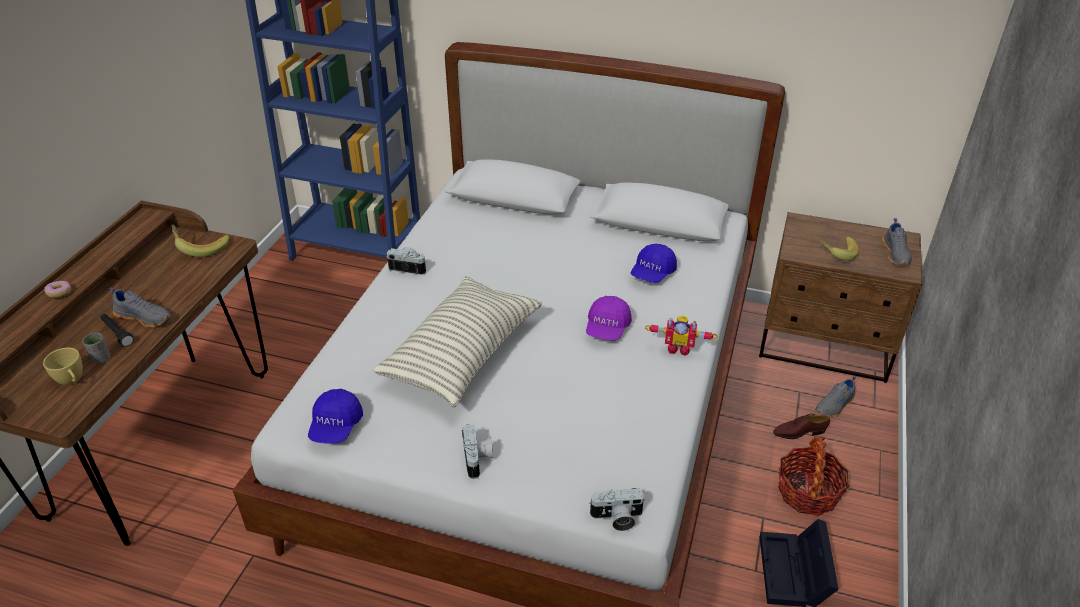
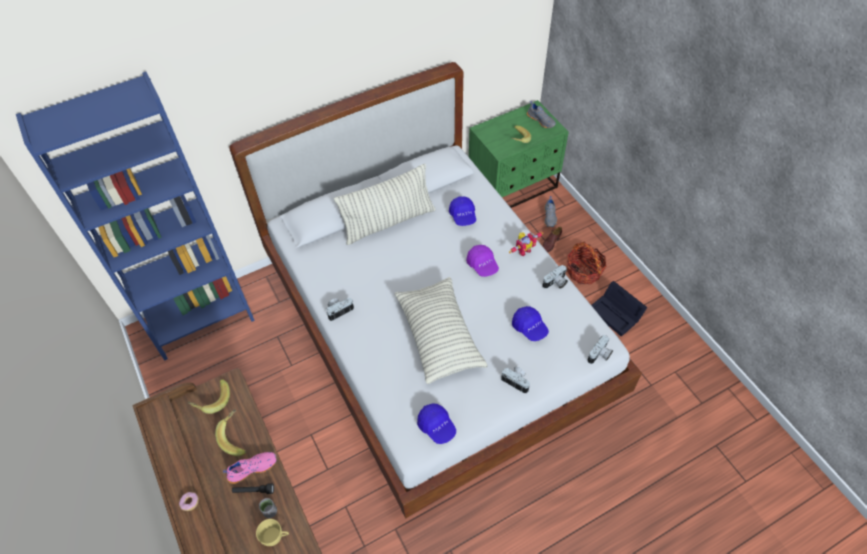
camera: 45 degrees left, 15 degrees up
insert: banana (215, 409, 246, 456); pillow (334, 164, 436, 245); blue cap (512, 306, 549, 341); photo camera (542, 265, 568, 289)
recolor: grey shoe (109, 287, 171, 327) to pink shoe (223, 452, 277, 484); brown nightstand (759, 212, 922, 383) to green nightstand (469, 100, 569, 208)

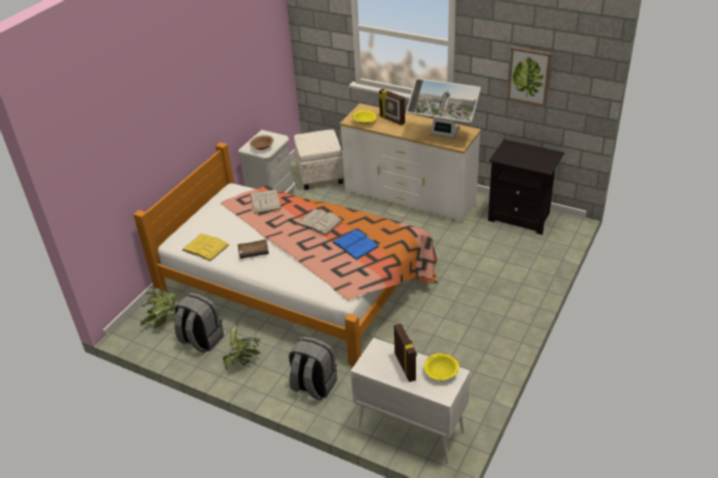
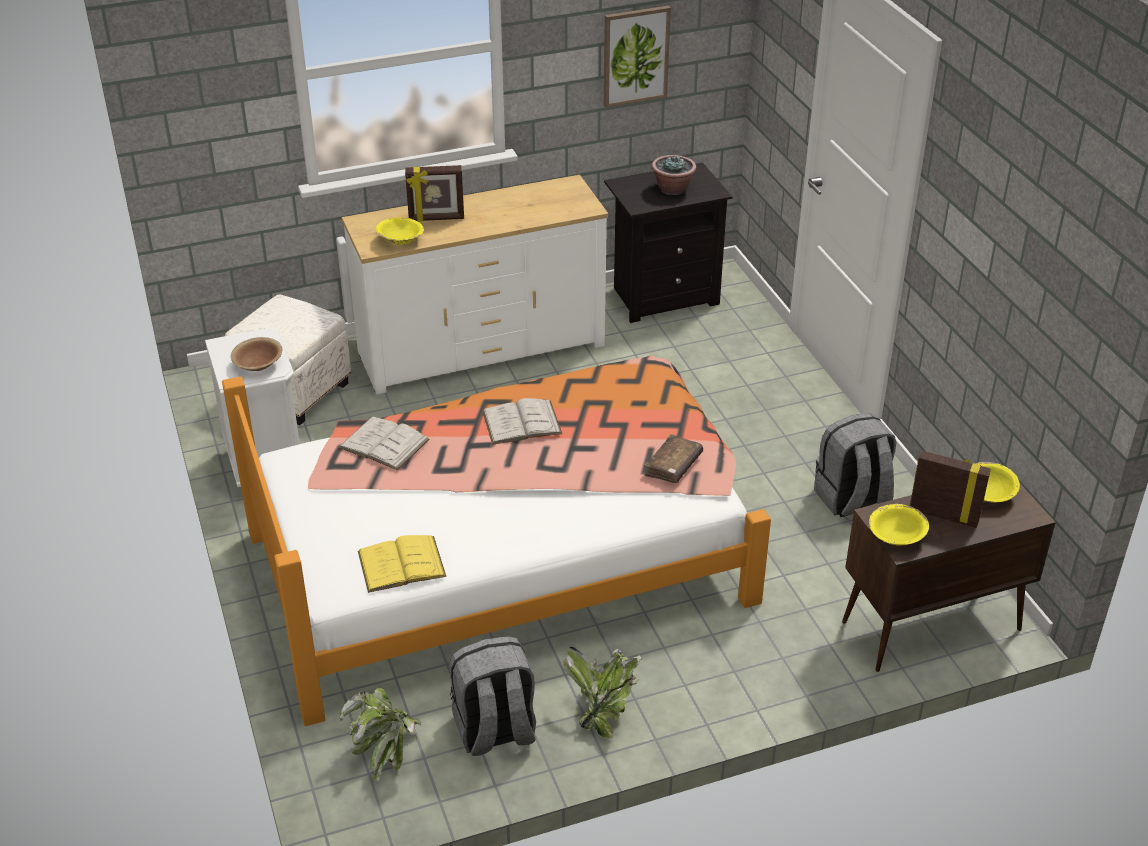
camera: 50 degrees left, 0 degrees up
delete: blue book (332, 229, 379, 260); monitor (406, 78, 481, 139)
insert: potted plant (652, 155, 696, 195); yellow bowl (869, 504, 929, 546)
move: brown book (237, 239, 269, 259) to (644, 434, 703, 483); grey backpack (289, 336, 337, 400) to (814, 413, 896, 517)
recolor: white cabinet (351, 338, 470, 464) to brown cabinet (842, 482, 1056, 672)

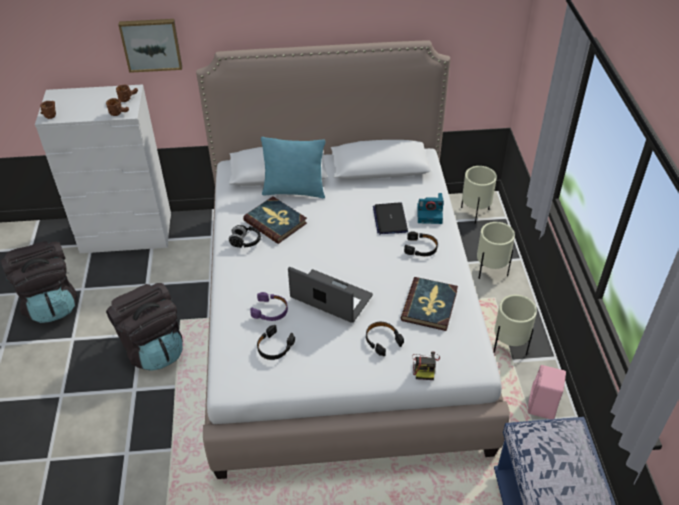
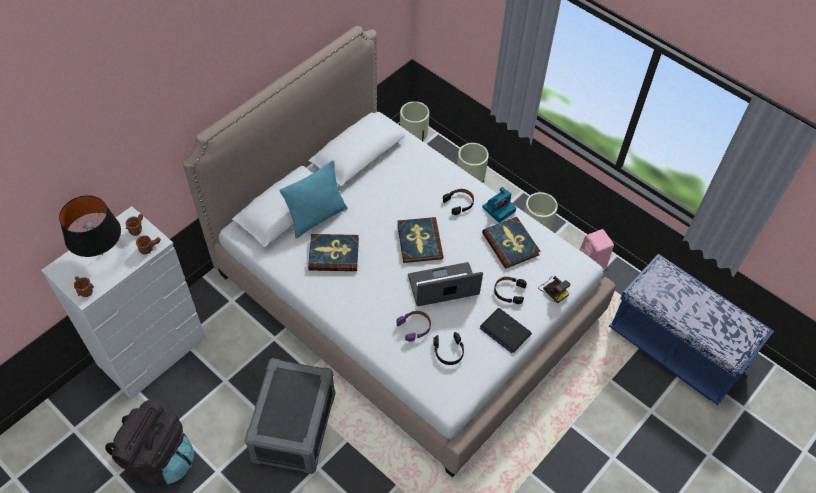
camera: 45 degrees left, 10 degrees up
delete: picture (118, 19, 182, 73); black headphones (229, 225, 261, 248)
insert: black table lamp (59, 195, 121, 257); book (397, 217, 443, 263)
move: laptop (373, 202, 408, 234) to (480, 308, 532, 353); photo camera (417, 193, 444, 224) to (482, 187, 516, 223)
replace: black backpack (106, 283, 183, 371) to grey storage box (244, 358, 335, 474)

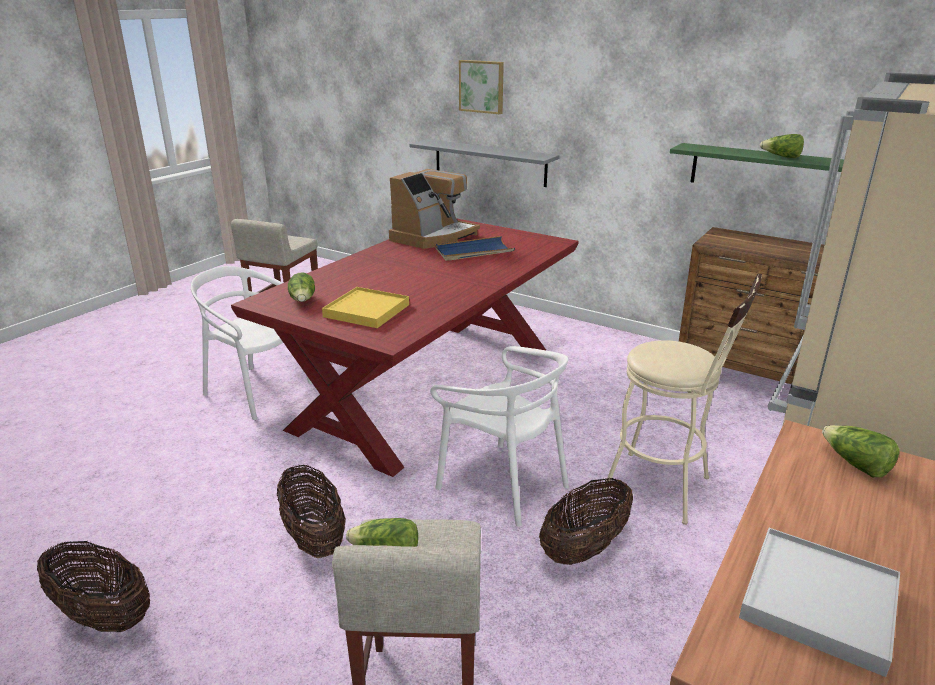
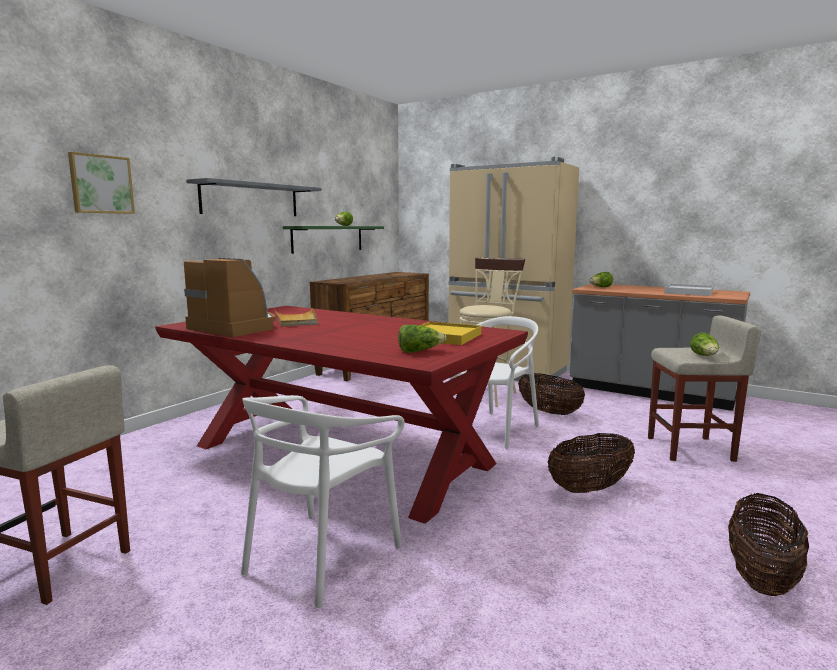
camera: 90 degrees left, 15 degrees down
move: grey shelf (410, 139, 560, 187) to (186, 178, 322, 216)
recolor: blue tray (435, 236, 515, 261) to beige tray (274, 308, 318, 327)

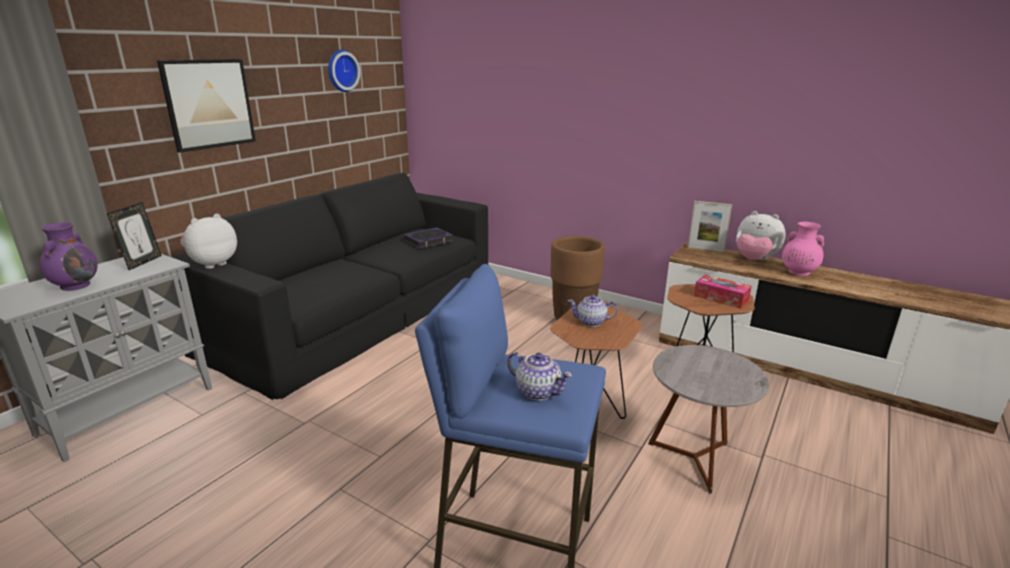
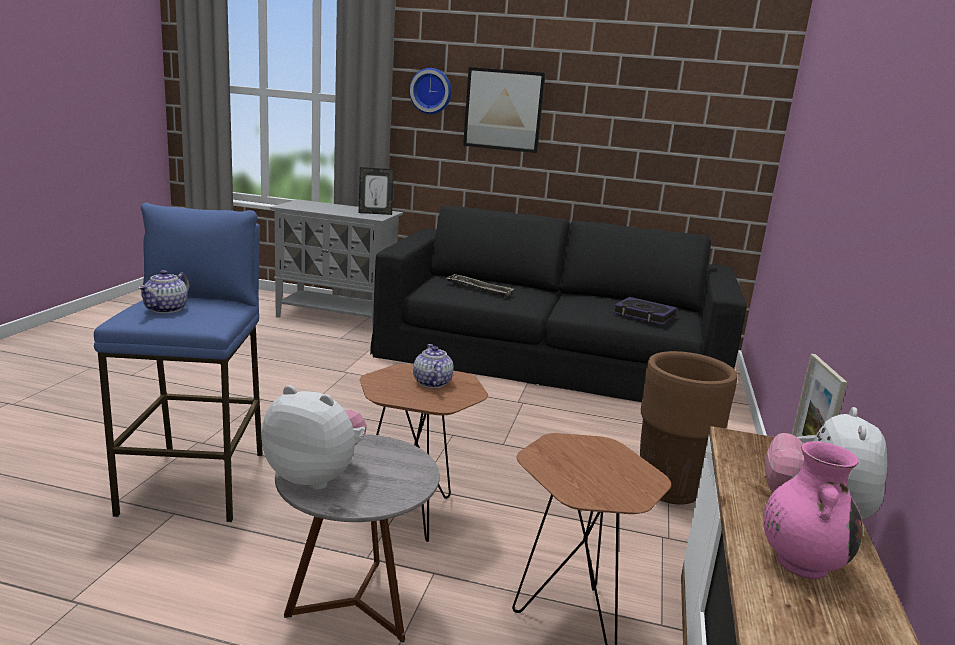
camera: 70 degrees right, 5 degrees down
delete: purple vase (40, 222, 98, 291); tissue box (694, 275, 752, 309)
insert: tray (447, 274, 514, 298)
move: plush toy (180, 214, 237, 269) to (262, 385, 367, 490); wall clock (328, 50, 360, 92) to (409, 68, 452, 114)

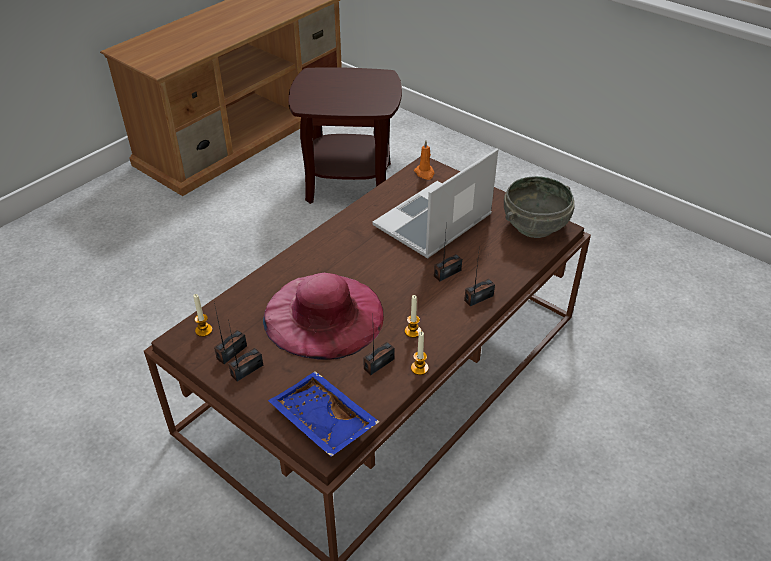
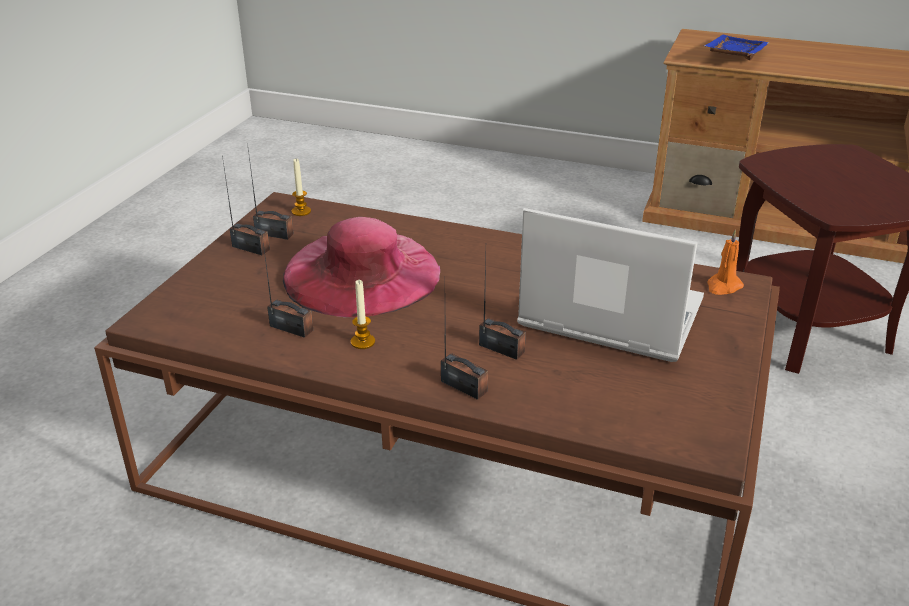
camera: 70 degrees right, 10 degrees down
delete: candle (411, 331, 429, 375); grey bowl (504, 176, 575, 238)
move: blue tray (268, 371, 380, 457) to (704, 35, 770, 60)

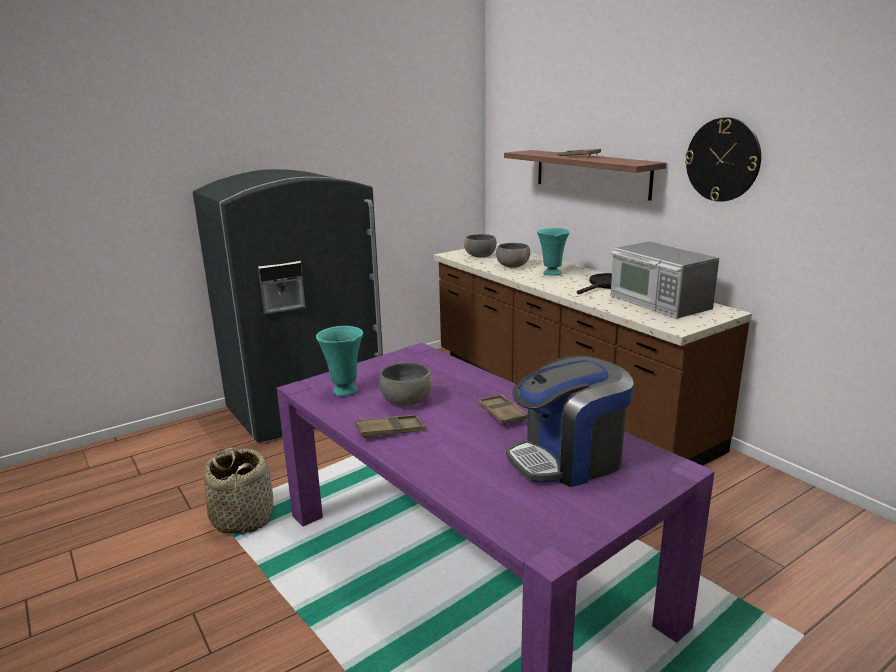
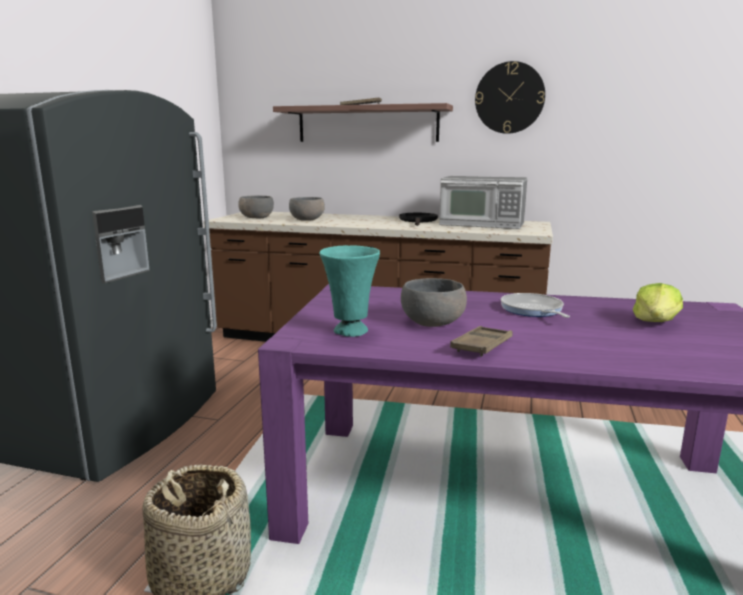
camera: 40 degrees left, 5 degrees down
delete: turquoise vase (537, 228, 570, 276)
replace: brown tray (478, 394, 528, 425) to frying pan (501, 293, 570, 318); coffee machine (506, 355, 634, 487) to lettuce (633, 283, 683, 322)

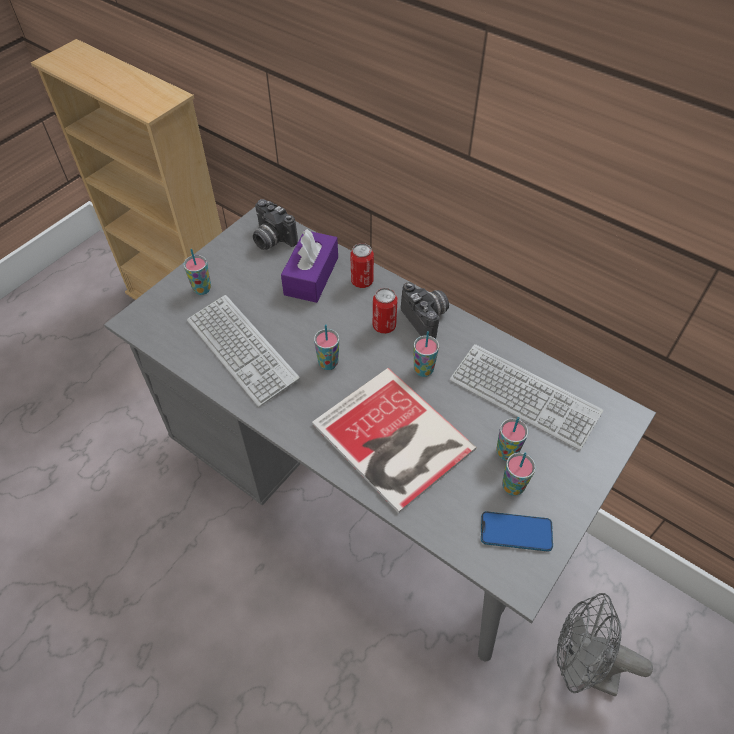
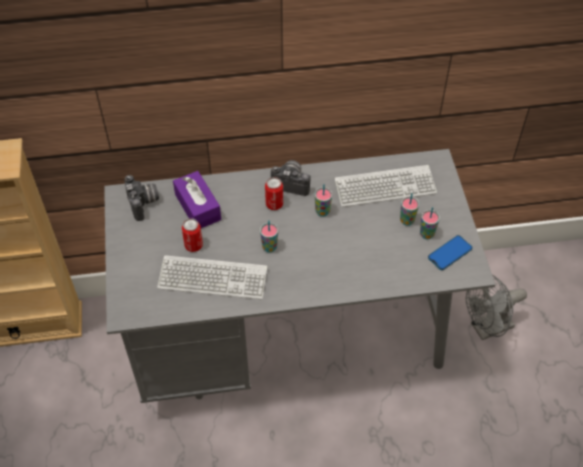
camera: 45 degrees left, 0 degrees up
delete: cup (183, 249, 211, 295); book (312, 368, 477, 513)
move: can (350, 243, 374, 288) to (182, 218, 203, 252)
rotate: photo camera (253, 199, 298, 250) = (124, 175, 159, 221) 105 degrees counterclockwise

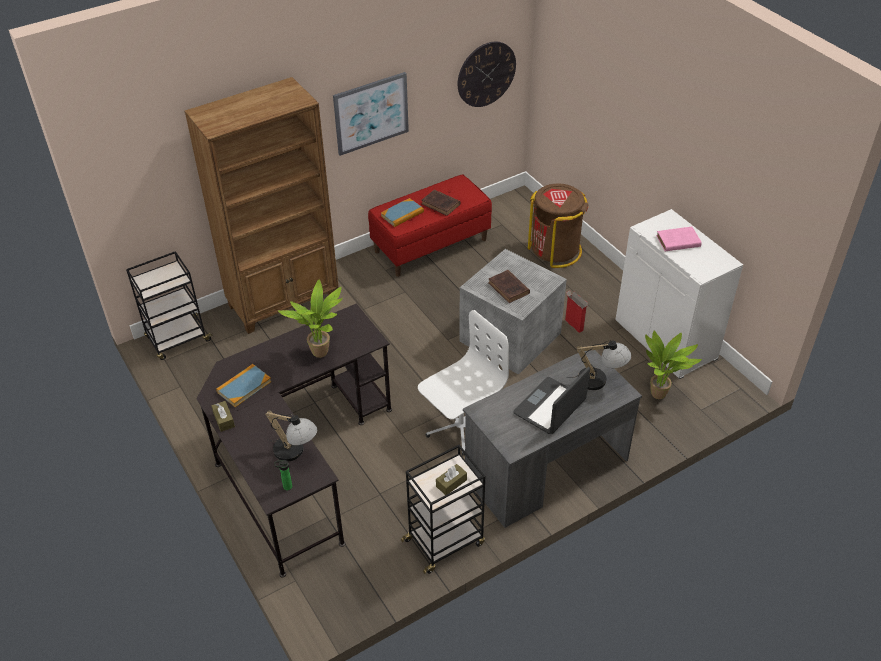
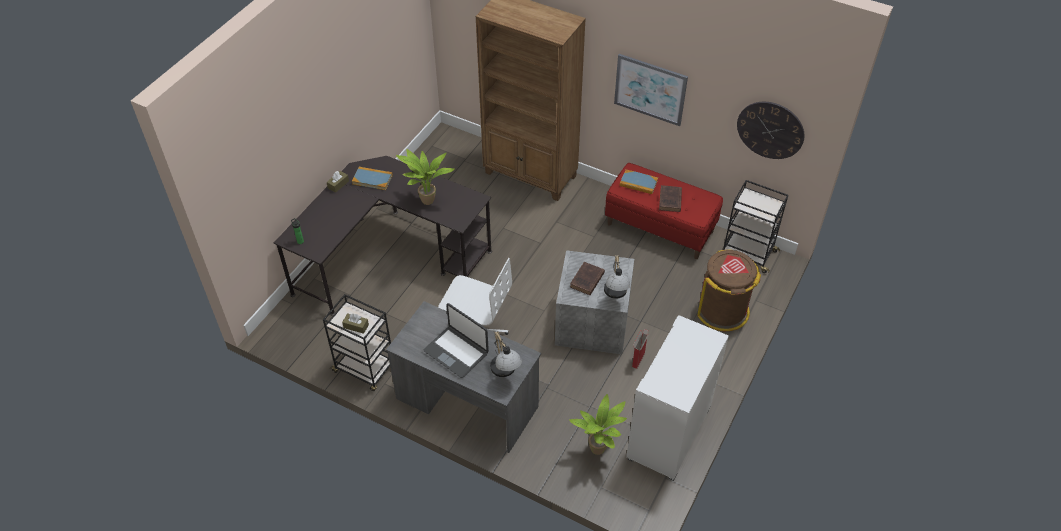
camera: 60 degrees right, 5 degrees up
delete: pink book (656, 226, 702, 251)
move: table lamp (265, 410, 317, 461) to (604, 255, 630, 299); black cart (126, 251, 214, 360) to (723, 180, 788, 273)
rotate: laptop (513, 367, 590, 434) = (424, 303, 489, 378) 150 degrees counterclockwise

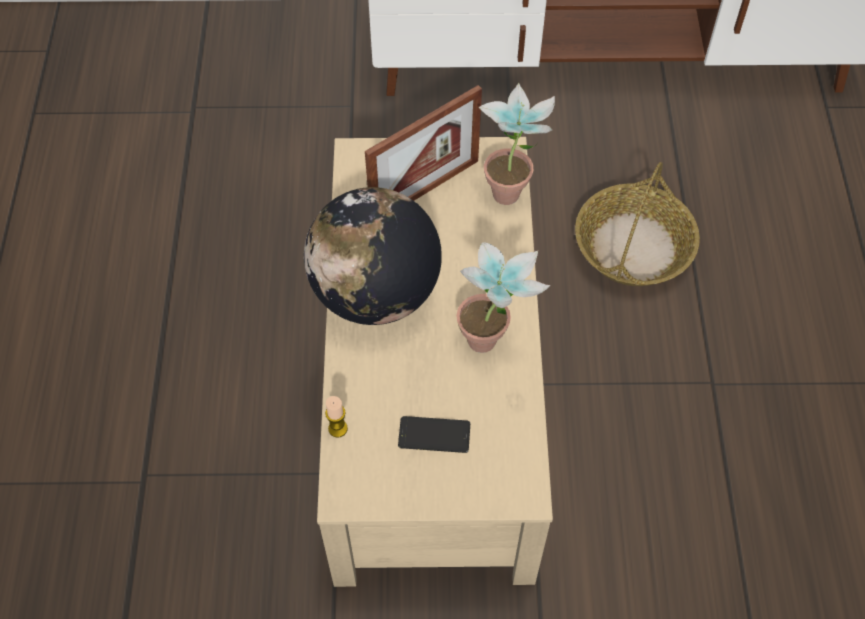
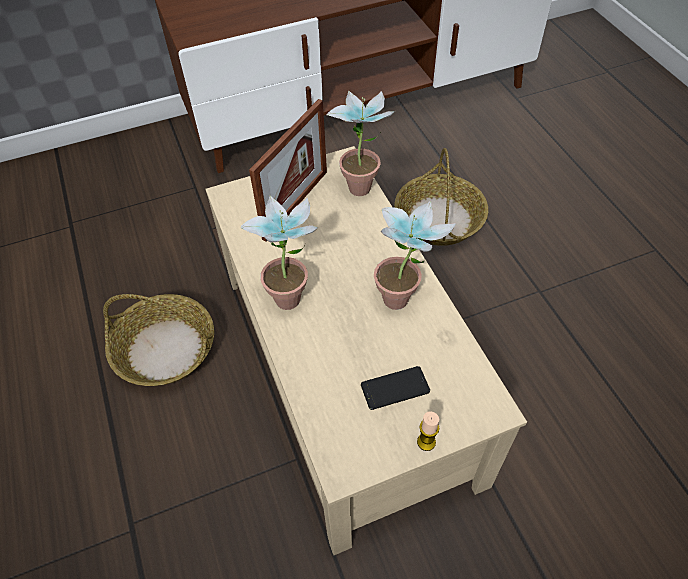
camera: 20 degrees left, 5 degrees down
insert: basket (103, 294, 214, 386)
move: candle (325, 396, 348, 438) to (417, 411, 439, 451)
replace: globe (304, 187, 442, 325) to potted plant (240, 196, 318, 310)

